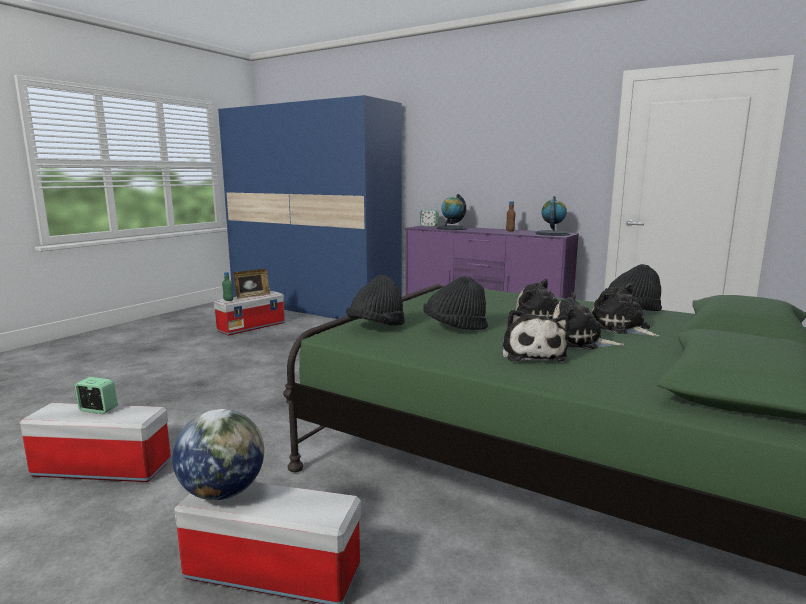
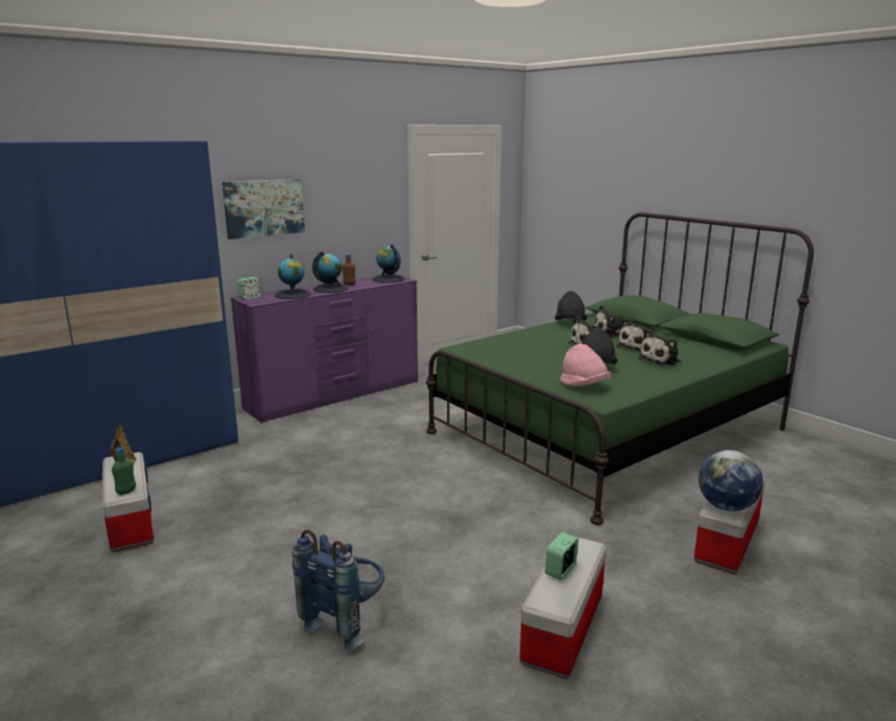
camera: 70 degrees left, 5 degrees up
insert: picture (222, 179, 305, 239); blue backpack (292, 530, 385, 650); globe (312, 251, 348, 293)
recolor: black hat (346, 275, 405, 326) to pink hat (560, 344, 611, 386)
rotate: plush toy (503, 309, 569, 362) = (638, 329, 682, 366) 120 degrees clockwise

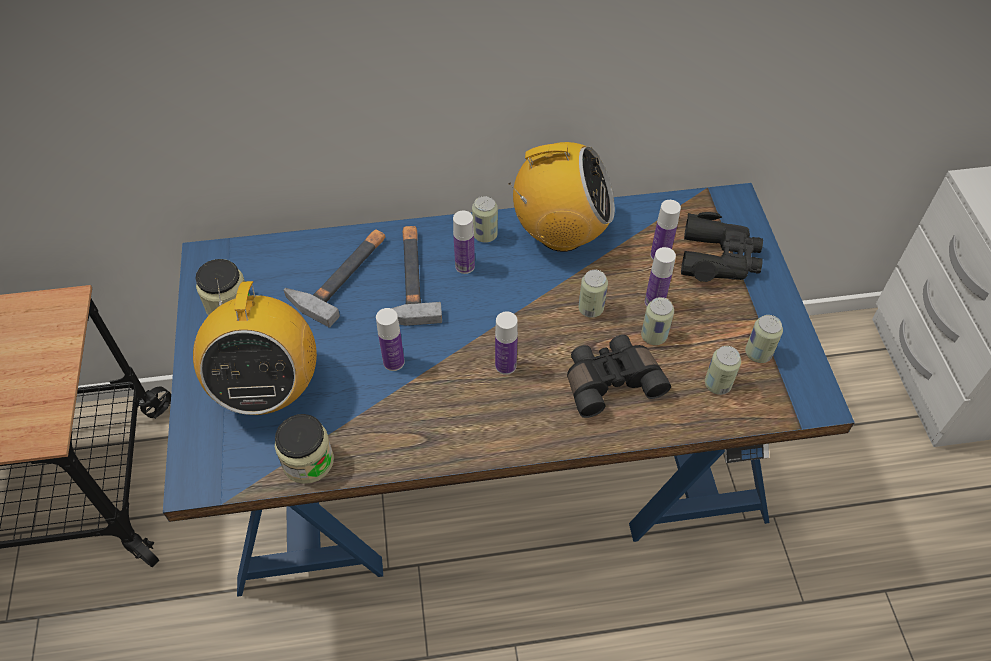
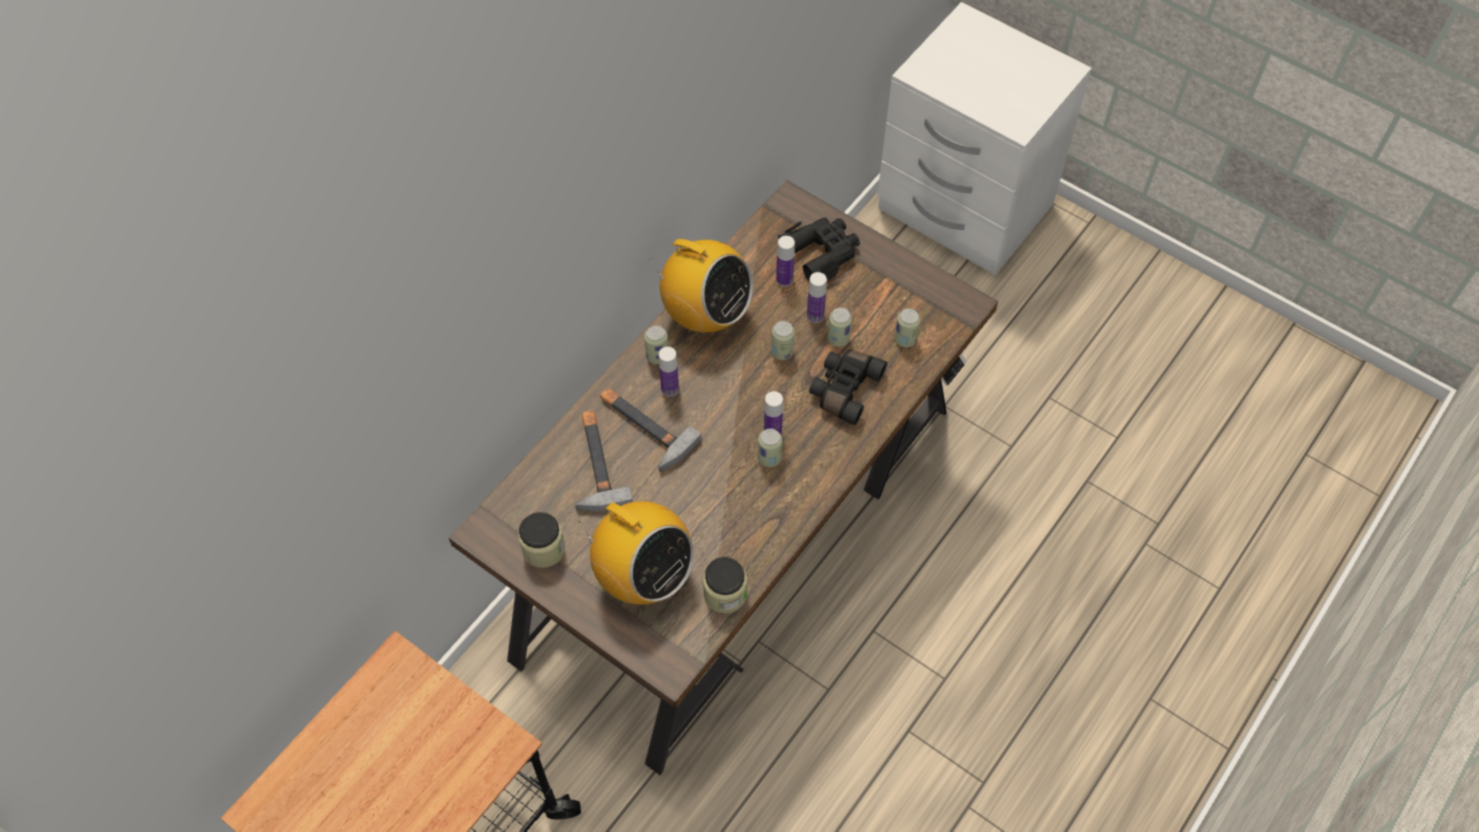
camera: 45 degrees left, 5 degrees up
delete: bottle (376, 308, 405, 371)
move: can (745, 315, 783, 363) to (758, 429, 782, 467)
recolor: blue desk (163, 183, 855, 597) to brown desk (448, 179, 998, 775)
rotate: radio (509, 142, 615, 252) = (649, 239, 753, 333) 75 degrees clockwise

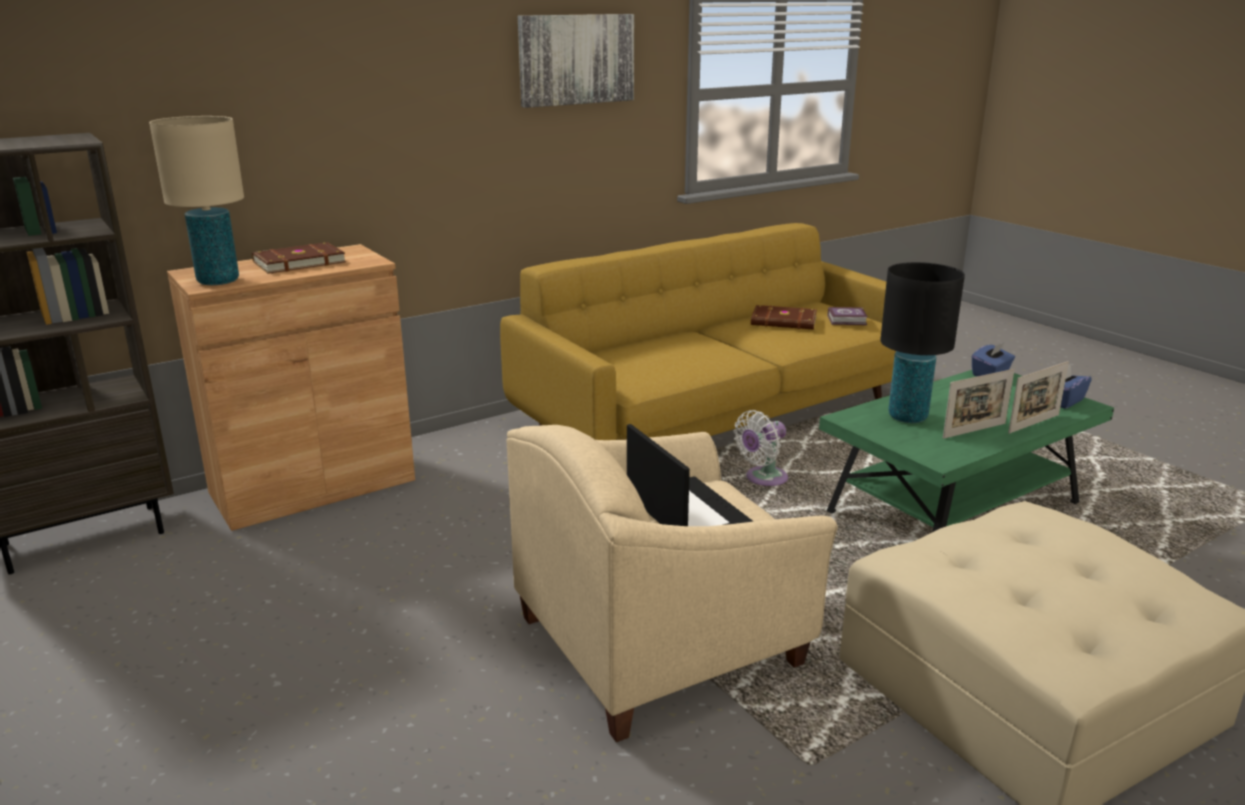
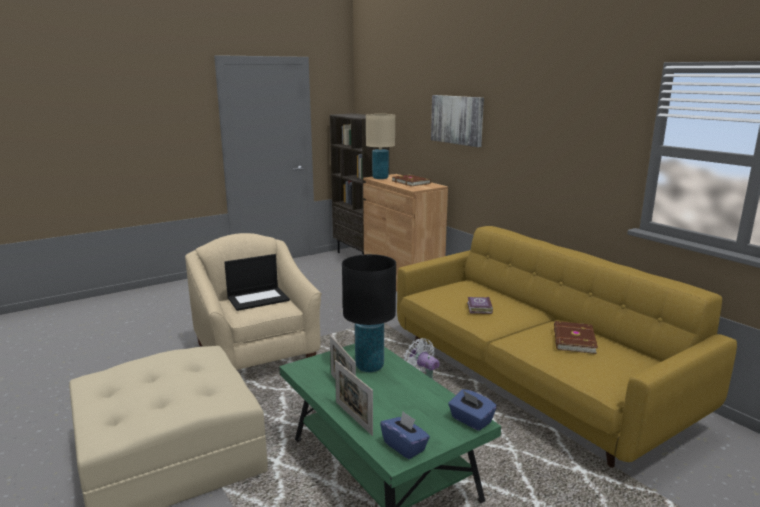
camera: 90 degrees right, 5 degrees down
move: picture (518, 14, 634, 108) to (431, 95, 484, 147); book (828, 307, 868, 325) to (467, 297, 493, 314)

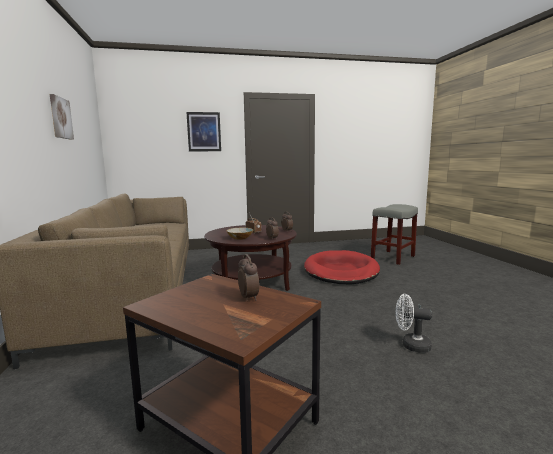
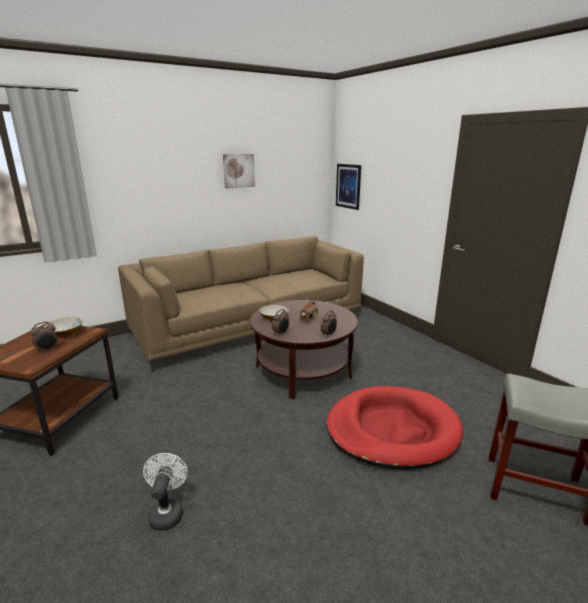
camera: 70 degrees right, 10 degrees up
insert: bowl (43, 317, 83, 338)
move: picture (186, 112, 221, 152) to (336, 164, 361, 210)

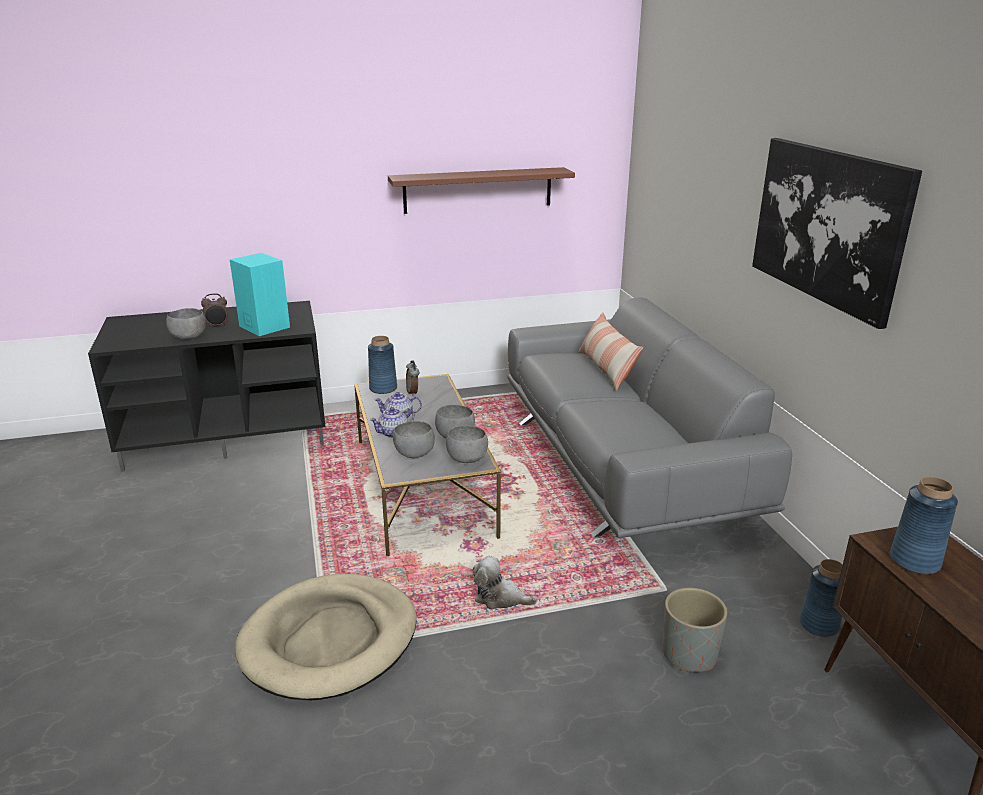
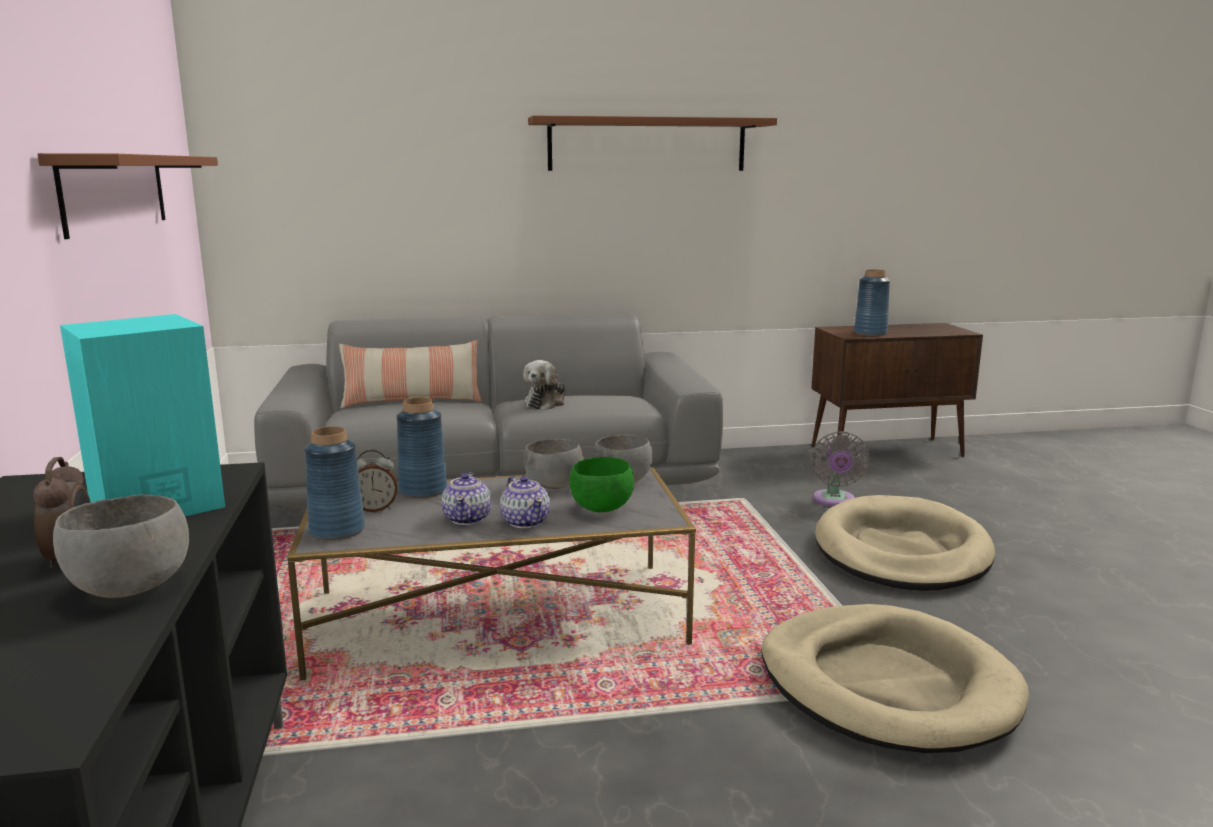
camera: 85 degrees left, 10 degrees down
insert: beige dog bed (815, 495, 995, 591)
move: blue vase (800, 559, 843, 637) to (396, 397, 448, 499); plush toy (473, 556, 538, 609) to (523, 360, 566, 410)
replace: picture (752, 138, 922, 329) to brown shelf (528, 116, 777, 171); grey planter (662, 588, 727, 672) to grey fan (811, 431, 870, 507)
recolor: grey bowl (393, 421, 435, 458) to green bowl (570, 457, 634, 512)

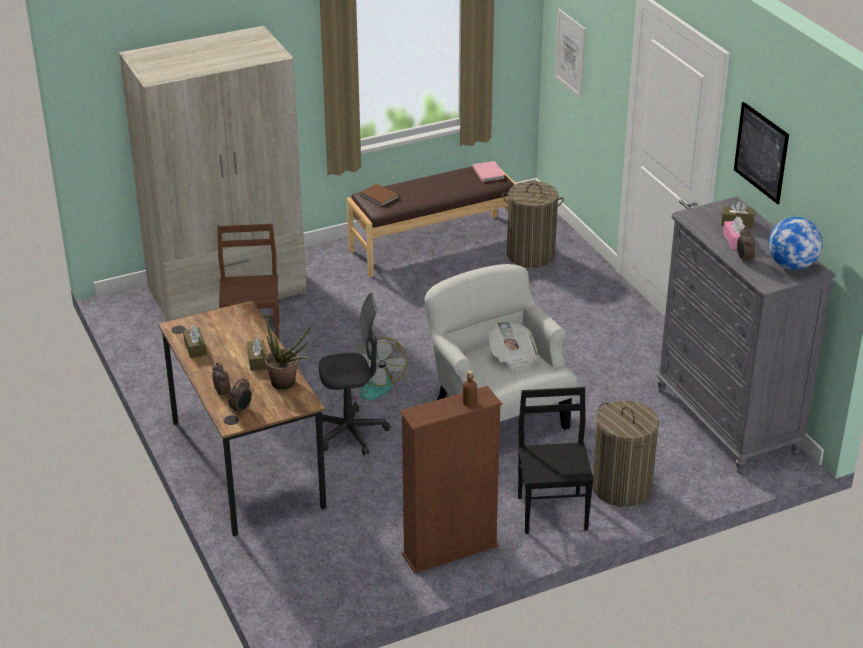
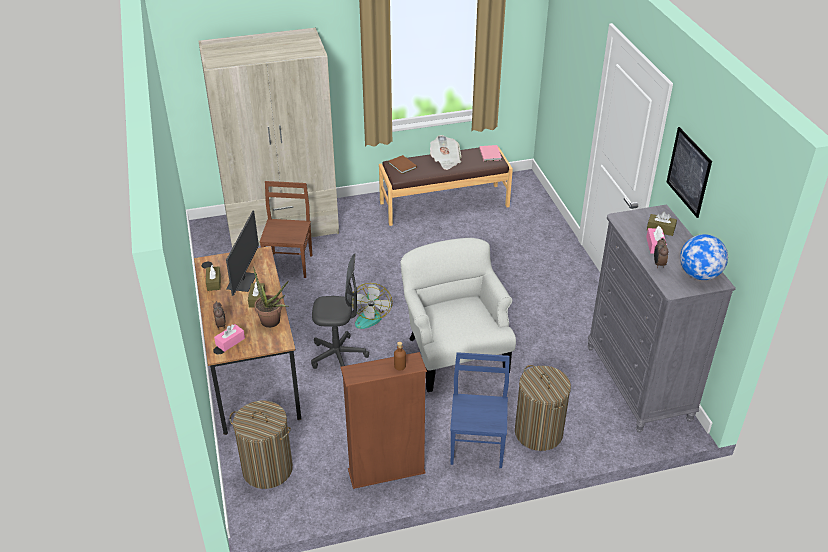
camera: 10 degrees right, 5 degrees up
delete: picture (555, 9, 586, 99)
insert: monitor (226, 211, 259, 296)
move: laundry basket (502, 181, 564, 268) to (229, 400, 293, 489); newspaper (488, 320, 539, 374) to (430, 135, 461, 170)
replace: alarm clock (228, 379, 252, 415) to pink tissue box (214, 324, 245, 352)
recolor: black chair (518, 387, 594, 534) to blue chair (450, 352, 510, 468)

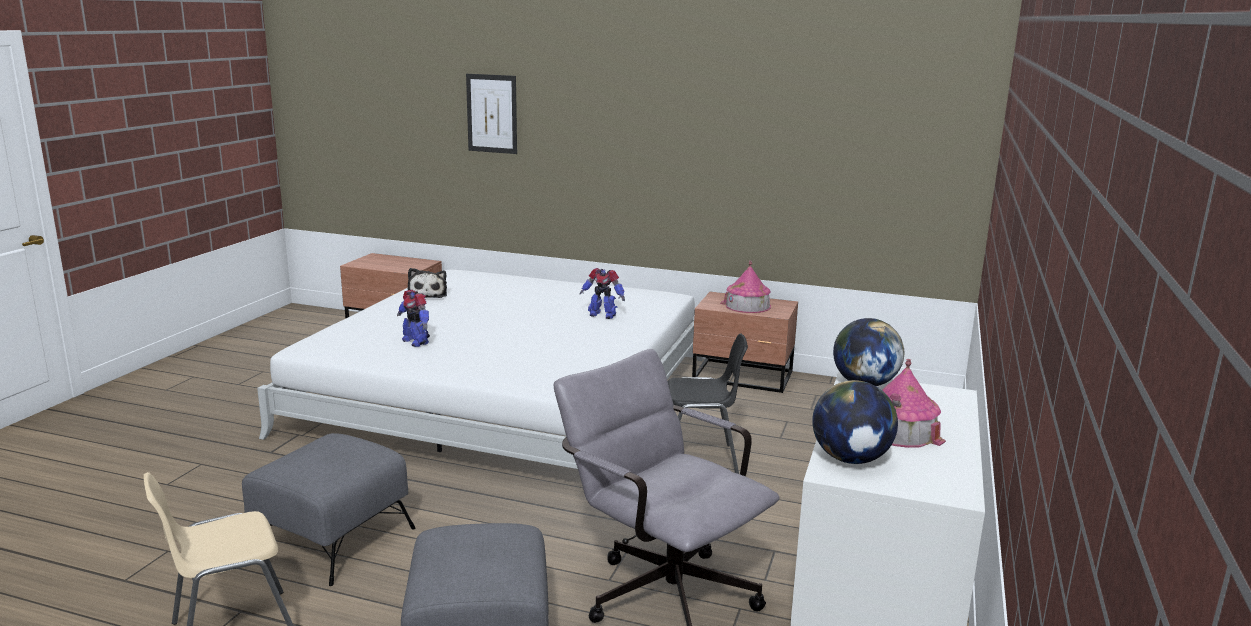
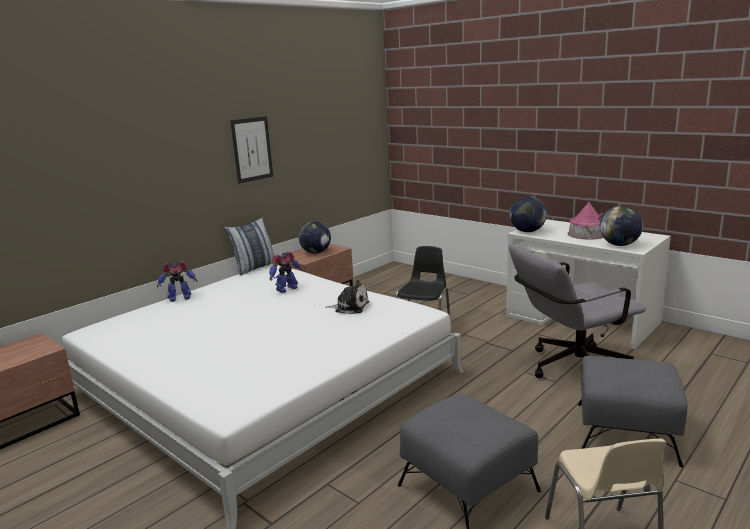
camera: 65 degrees left, 0 degrees up
insert: pillow (223, 217, 275, 275)
move: toy robot (397, 290, 430, 347) to (157, 261, 198, 302); picture (466, 74, 517, 154) to (230, 116, 273, 184); plush toy (408, 268, 447, 298) to (325, 280, 369, 314)
replace: toy house (720, 261, 771, 313) to globe (299, 221, 331, 254)

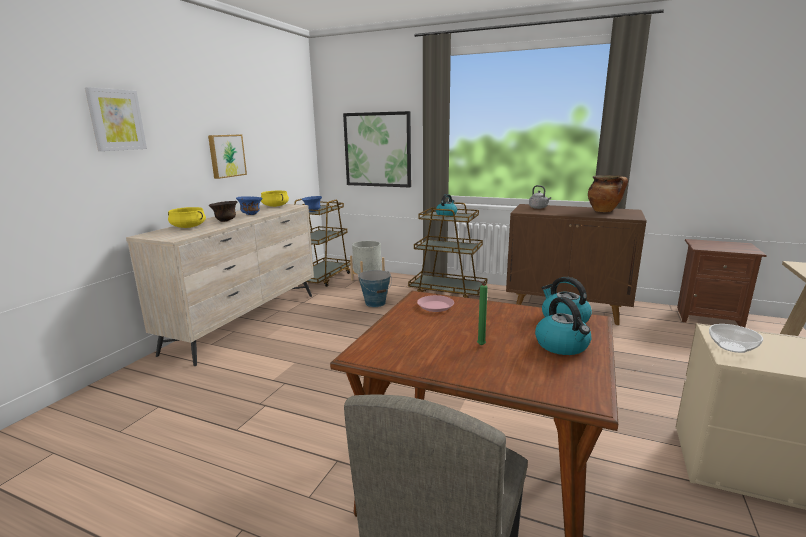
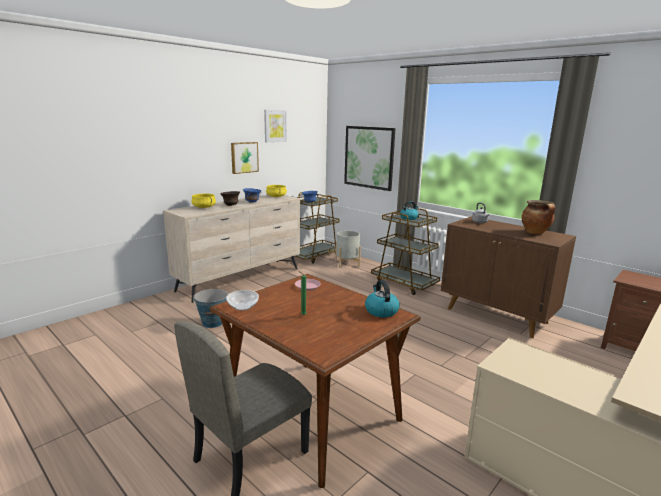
camera: 20 degrees right, 0 degrees up
delete: kettle (535, 297, 591, 355)
move: bucket (358, 270, 392, 307) to (193, 289, 228, 328); bowl (709, 324, 763, 353) to (226, 290, 259, 311); picture (85, 87, 147, 151) to (264, 110, 287, 142)

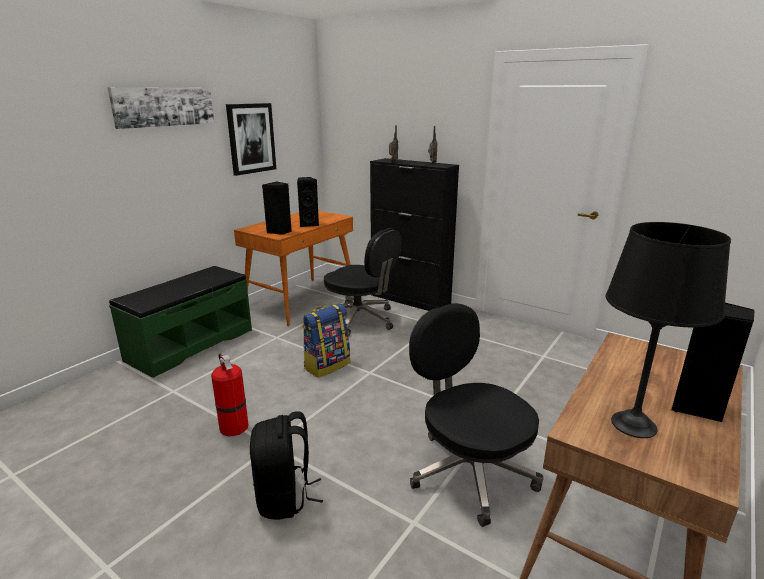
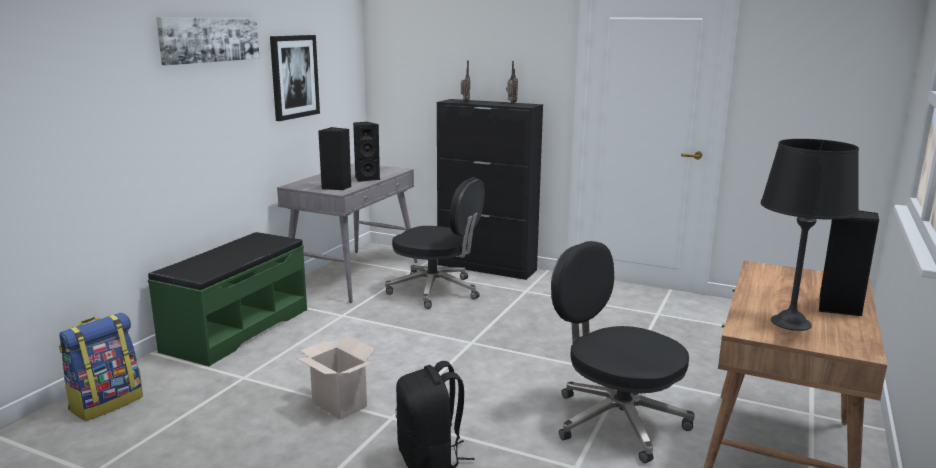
camera: 10 degrees left, 5 degrees down
move: backpack (302, 304, 350, 377) to (59, 313, 143, 421)
replace: fire extinguisher (211, 354, 249, 436) to cardboard box (296, 335, 375, 420)
recolor: orange desk (234, 211, 353, 326) to grey desk (277, 163, 418, 303)

